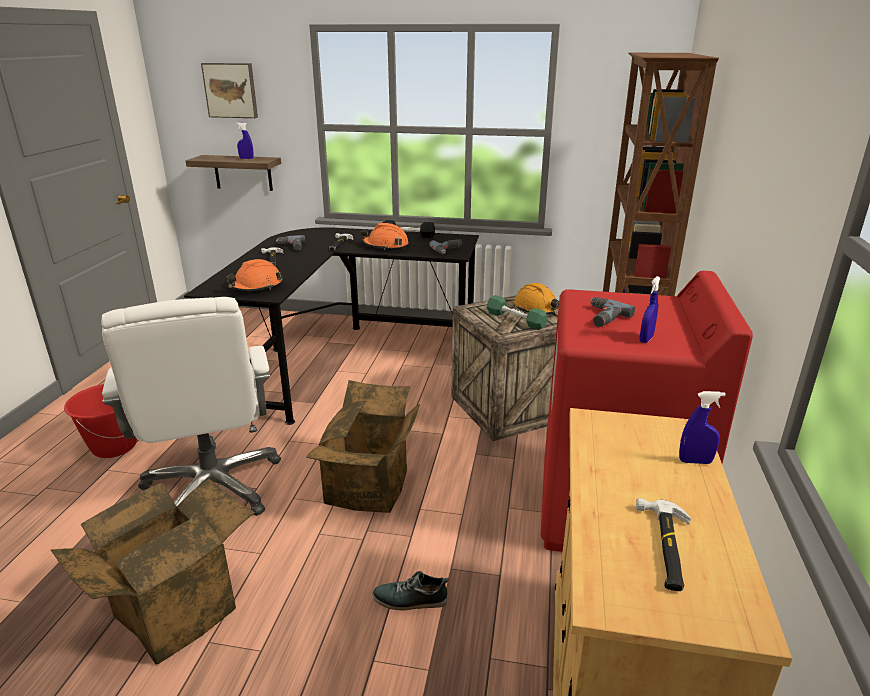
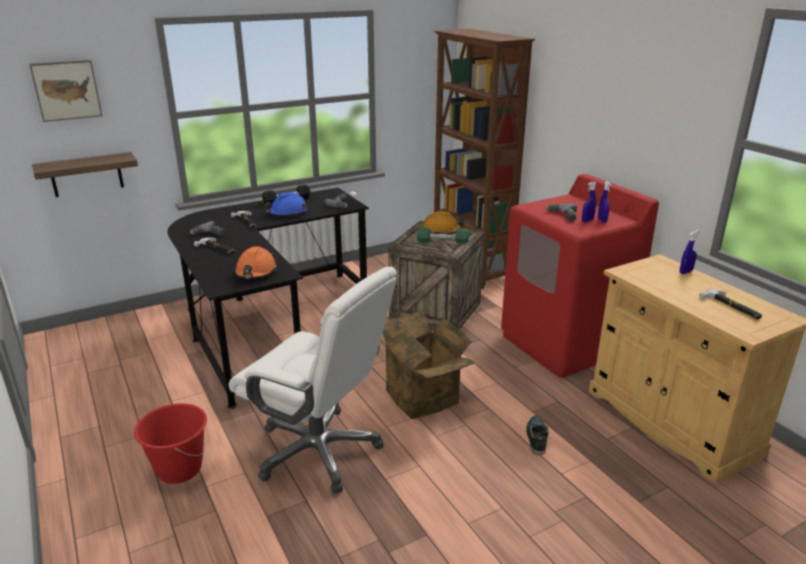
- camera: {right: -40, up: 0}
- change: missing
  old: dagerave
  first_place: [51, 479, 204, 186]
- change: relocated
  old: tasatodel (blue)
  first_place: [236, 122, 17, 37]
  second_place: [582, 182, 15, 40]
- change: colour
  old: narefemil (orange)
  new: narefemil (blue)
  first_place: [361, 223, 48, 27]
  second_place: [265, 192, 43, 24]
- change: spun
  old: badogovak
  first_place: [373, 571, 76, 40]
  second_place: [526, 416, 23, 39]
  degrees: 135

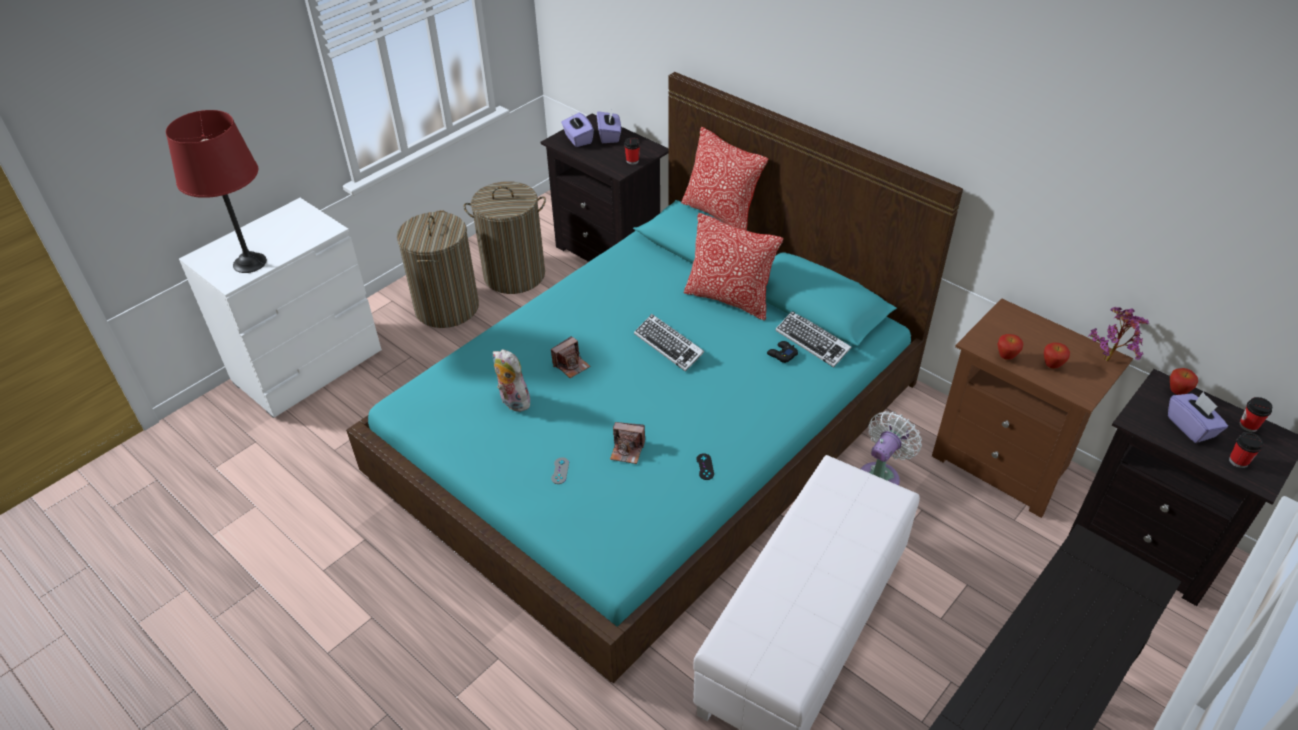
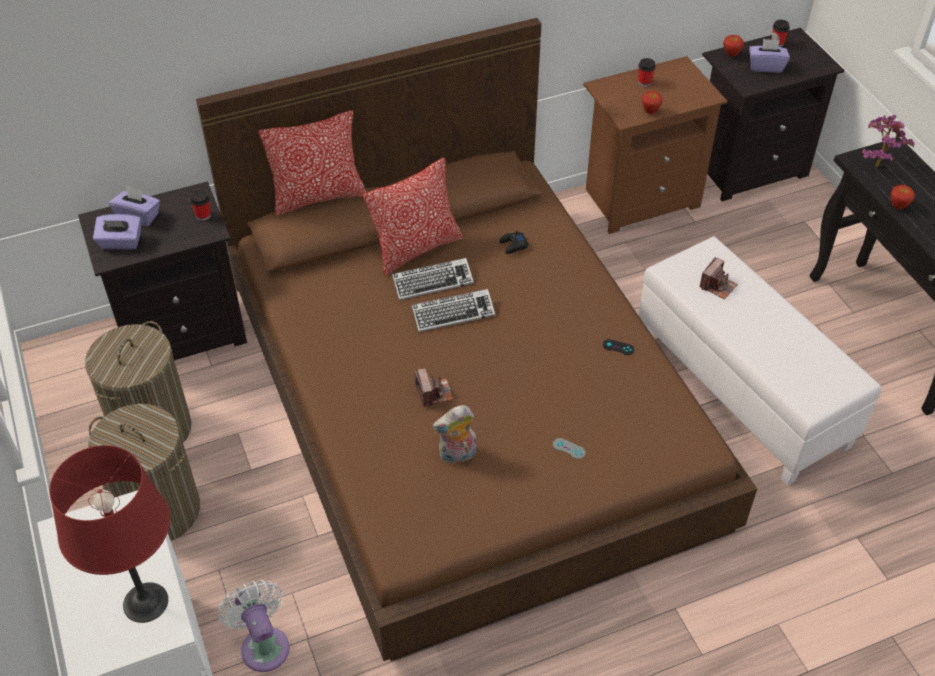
- camera: {right: -65, up: 5}
- change: relocated
  old: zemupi
  first_place: [610, 422, 35, 42]
  second_place: [699, 257, 39, 42]
- change: relocated
  old: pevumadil
  first_place: [775, 311, 77, 57]
  second_place: [392, 258, 82, 42]
- change: relocated
  old: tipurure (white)
  first_place: [860, 411, 62, 74]
  second_place: [218, 580, 71, 92]
- change: relocated
  old: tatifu
  first_place: [1044, 343, 26, 25]
  second_place: [891, 185, 24, 24]
- change: relocated
  old: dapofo
  first_place: [1088, 307, 61, 54]
  second_place: [862, 115, 52, 52]
- change: relocated
  old: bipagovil
  first_place: [1229, 432, 34, 36]
  second_place: [638, 58, 18, 29]
- change: colour
  old: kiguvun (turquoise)
  new: kiguvun (brown)
  first_place: [346, 72, 617, 611]
  second_place: [196, 18, 561, 643]

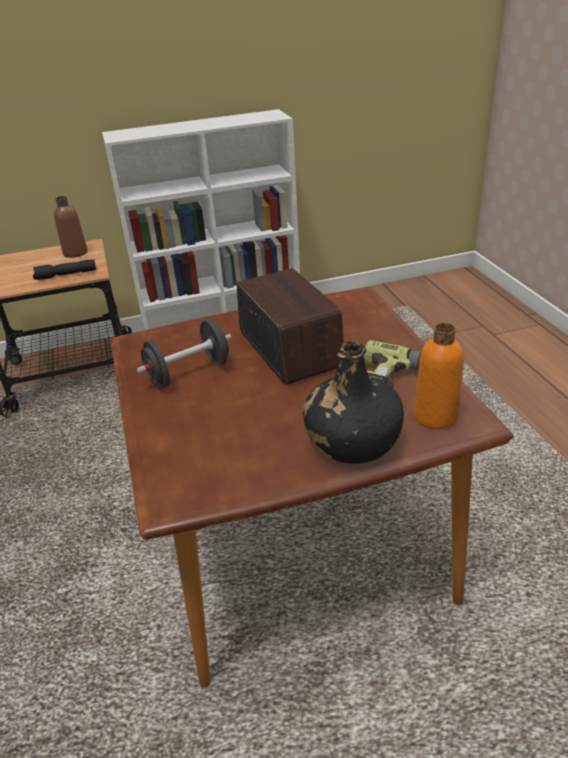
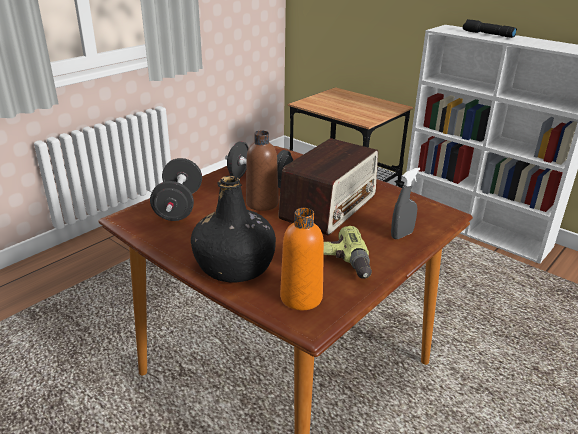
- camera: {right: 55, up: -5}
- change: appeared
  new: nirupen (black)
  second_place: [150, 158, 52, 63]
- change: appeared
  new: tasatodel (grey)
  second_place: [391, 168, 29, 71]
- change: relocated
  old: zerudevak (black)
  first_place: [33, 259, 63, 21]
  second_place: [463, 19, 54, 19]
- change: relocated
  old: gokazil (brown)
  first_place: [54, 196, 34, 62]
  second_place: [246, 131, 32, 80]

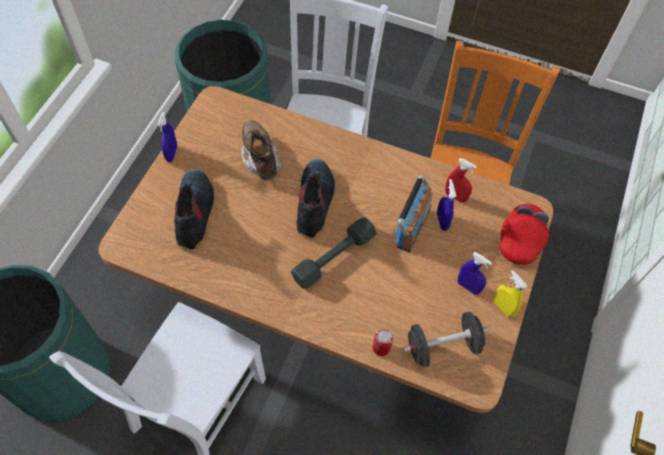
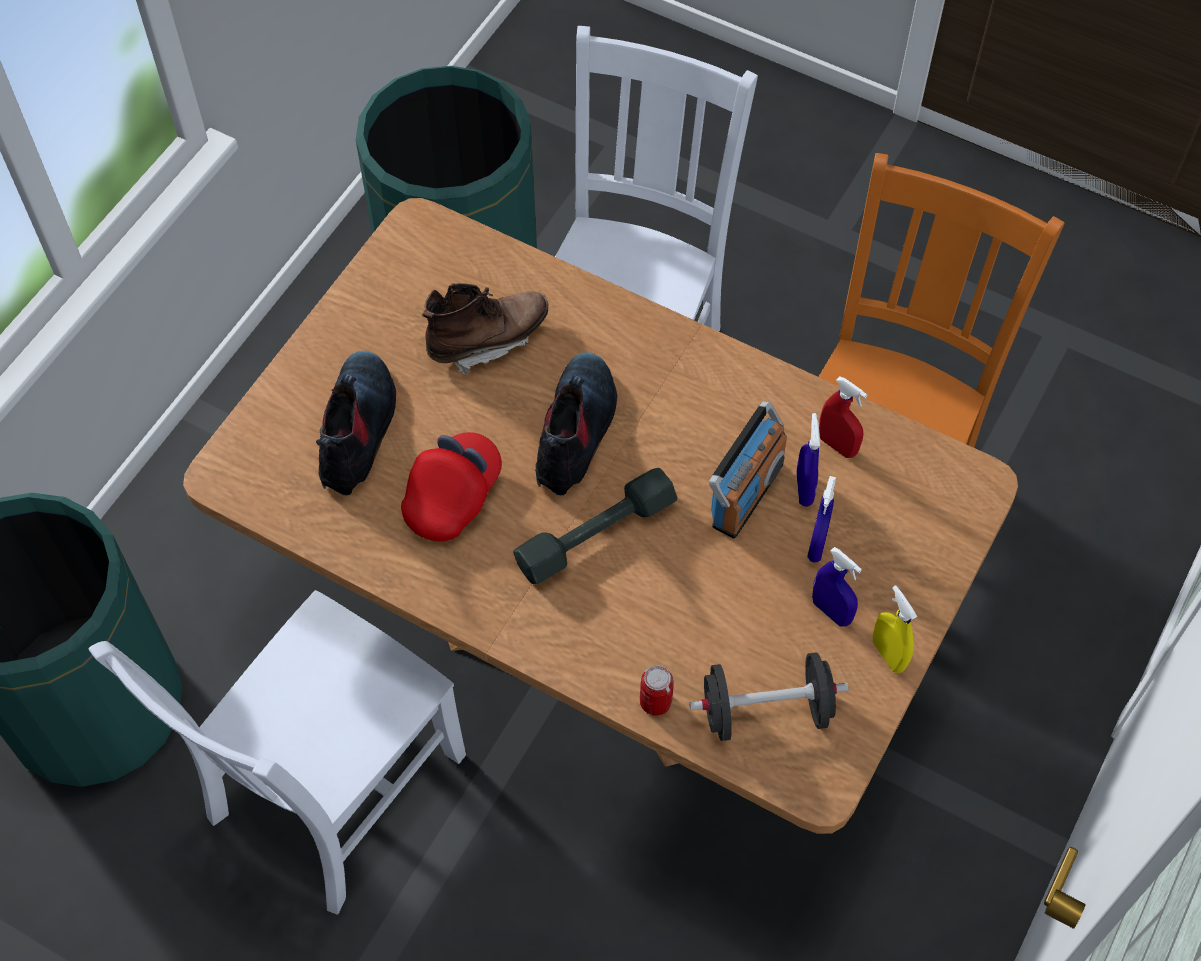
- camera: {right: 10, up: 0}
- change: relocated
  old: tasatodel (blue)
  first_place: [157, 112, 20, 50]
  second_place: [807, 476, 29, 87]
- change: relocated
  old: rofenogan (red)
  first_place: [499, 204, 50, 61]
  second_place: [401, 432, 101, 109]
- change: spun
  old: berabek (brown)
  first_place: [241, 120, 41, 60]
  second_place: [422, 283, 126, 92]
  degrees: 75

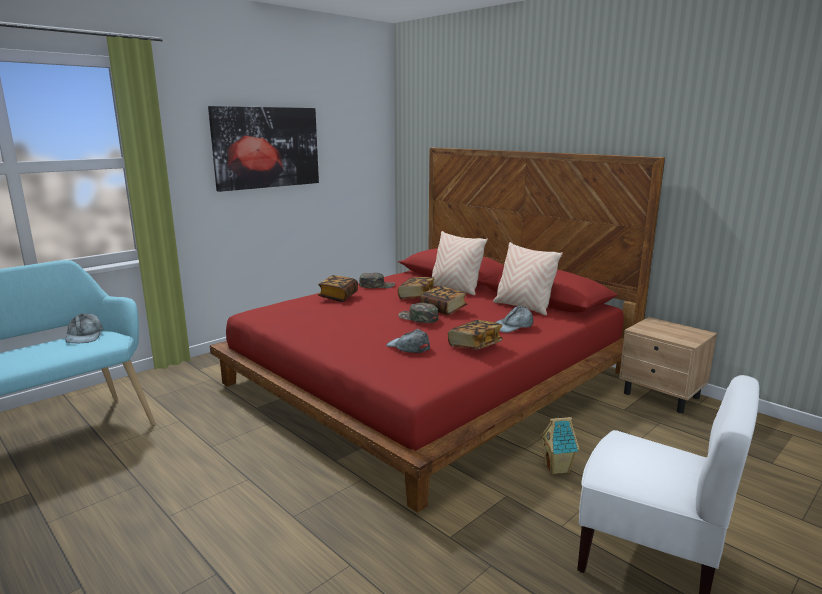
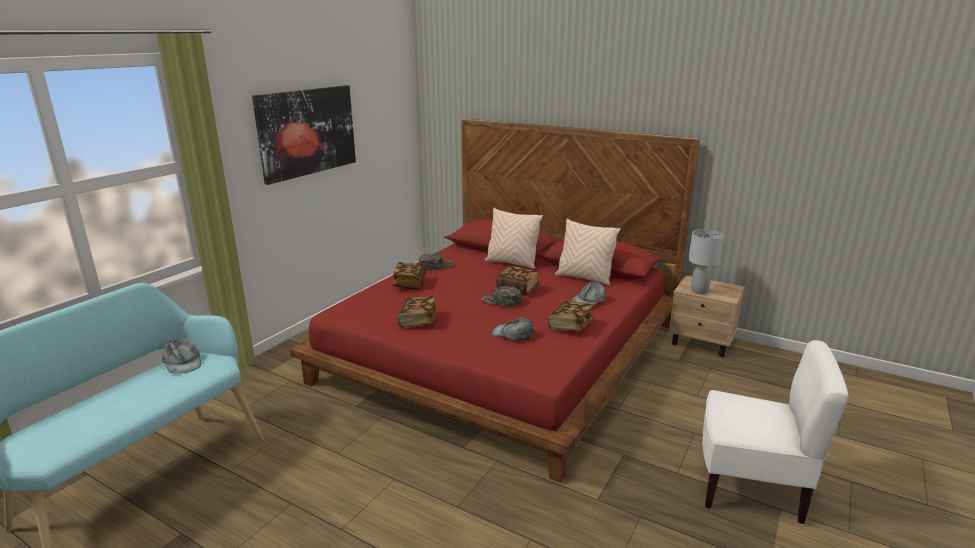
- camera: {right: -15, up: 5}
- change: missing
  old: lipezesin
  first_place: [540, 416, 40, 58]
- change: appeared
  new: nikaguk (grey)
  second_place: [688, 229, 36, 66]
- change: relocated
  old: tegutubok
  first_place: [398, 277, 37, 22]
  second_place: [398, 296, 39, 32]

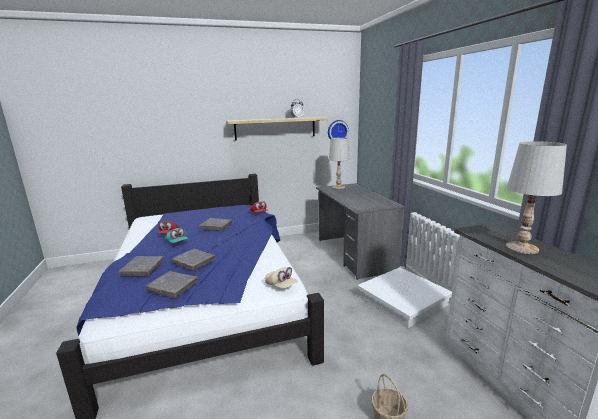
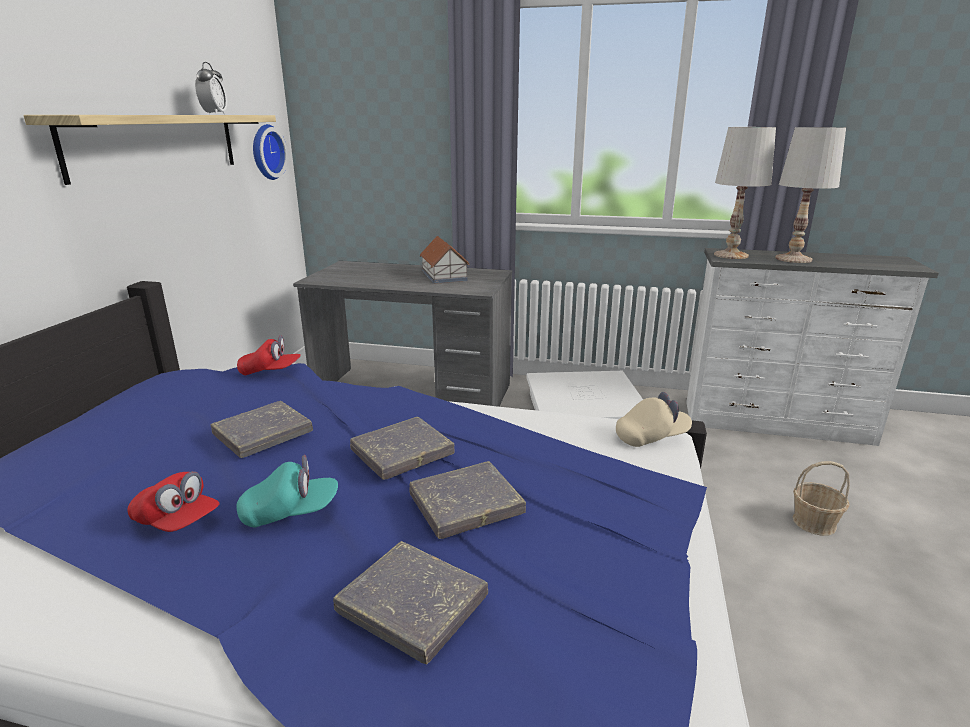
- camera: {right: -60, up: 5}
- change: appeared
  new: lipezesin
  second_place: [420, 236, 50, 48]
- change: relocated
  old: tegutubok (grey)
  first_place: [146, 271, 52, 27]
  second_place: [350, 417, 104, 63]
- change: relocated
  old: nikaguk (white)
  first_place: [329, 138, 21, 51]
  second_place: [714, 127, 62, 132]

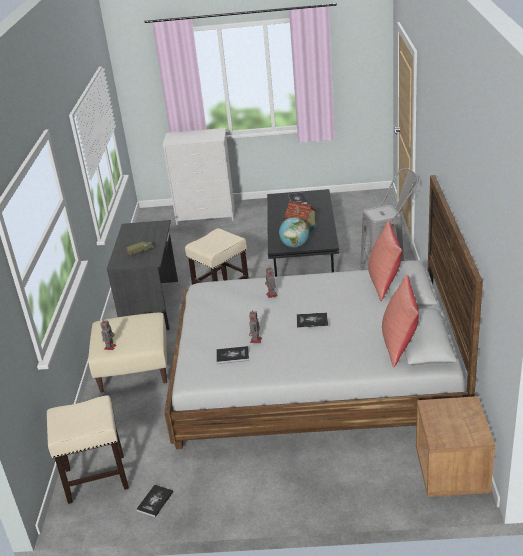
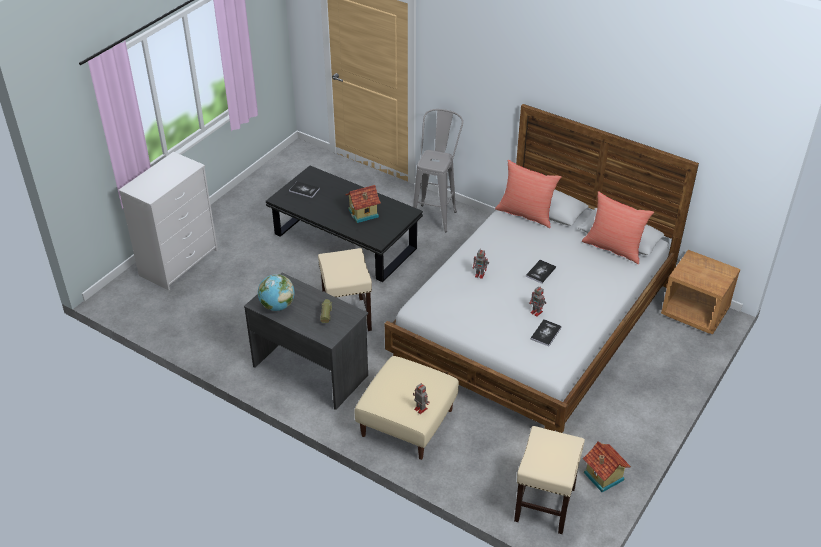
- camera: {right: -60, up: 10}
- change: relocated
  old: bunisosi
  first_place: [279, 217, 30, 31]
  second_place: [258, 274, 36, 37]
- change: exchanged
  old: tegutubok
  new: lipezesin
  first_place: [136, 484, 38, 33]
  second_place: [583, 441, 48, 51]

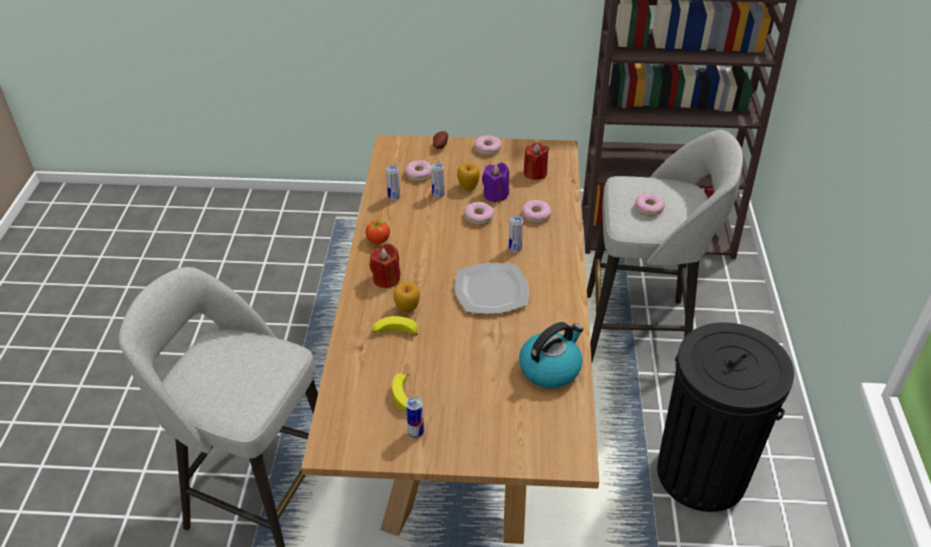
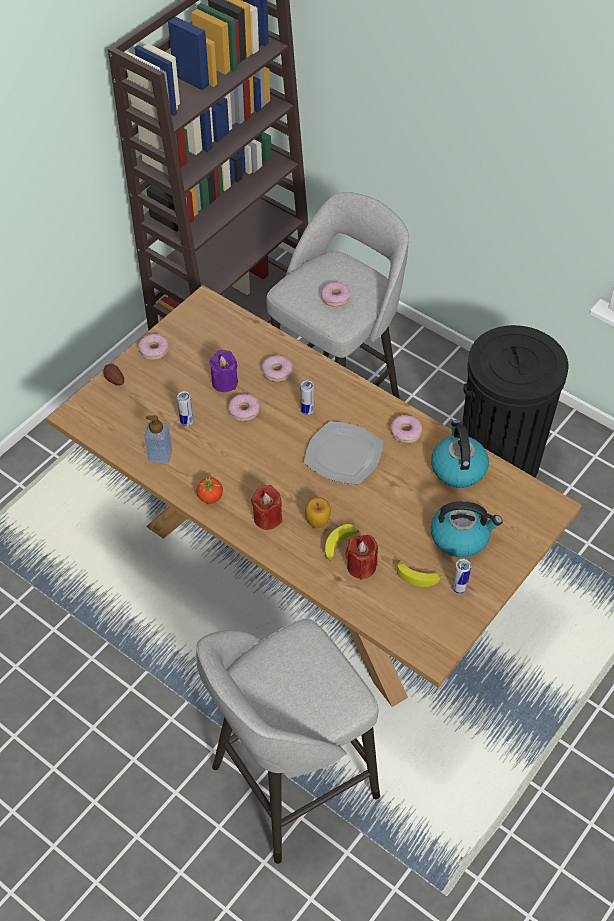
- camera: {right: -55, up: 10}
- change: missing
  old: tatifu
  first_place: [457, 163, 23, 28]
- change: appeared
  new: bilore
  second_place: [431, 501, 71, 57]
- change: relocated
  old: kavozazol
  first_place: [405, 160, 27, 22]
  second_place: [391, 415, 31, 28]
- change: relocated
  old: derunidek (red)
  first_place: [524, 142, 25, 38]
  second_place: [345, 535, 33, 45]
- change: exchanged
  old: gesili
  new: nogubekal
  first_place: [386, 165, 14, 36]
  second_place: [144, 415, 28, 49]

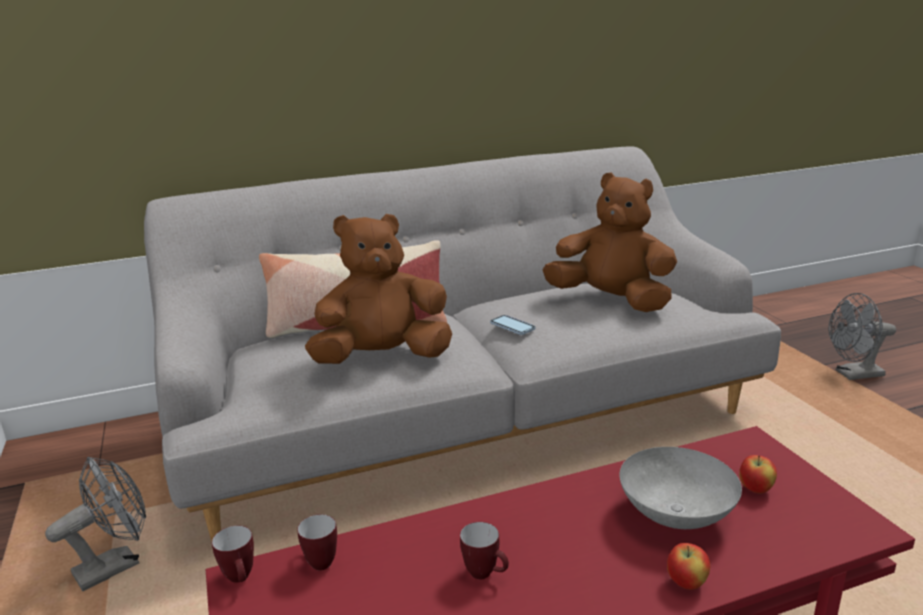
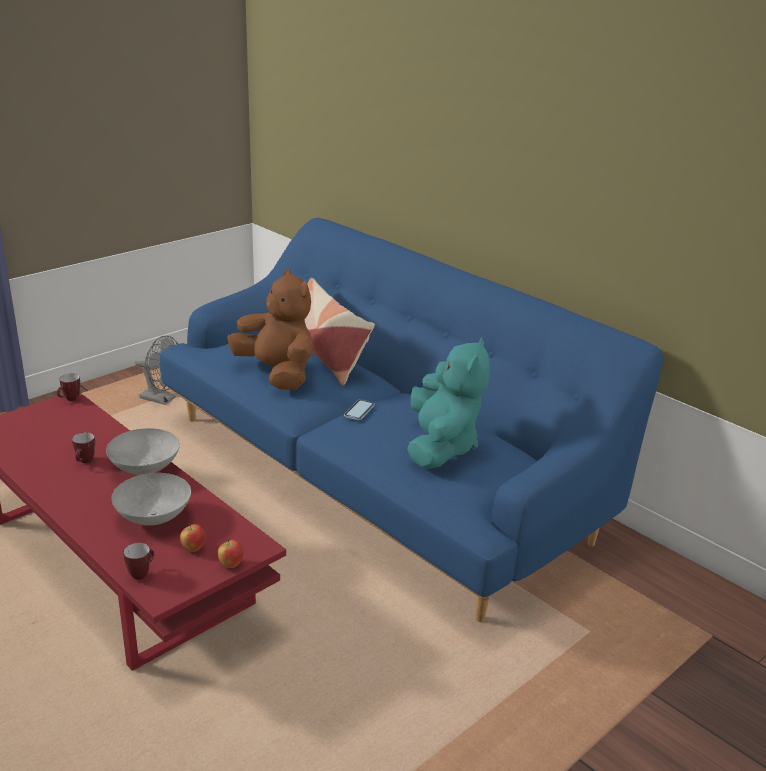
- camera: {right: 65, up: 5}
- change: missing
  old: tipurure (grey)
  first_place: [829, 293, 67, 87]
- change: appeared
  new: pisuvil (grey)
  second_place: [106, 428, 74, 47]
- change: relocated
  old: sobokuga
  first_place: [297, 514, 40, 56]
  second_place: [123, 543, 31, 37]
- change: relocated
  old: tatifu
  first_place: [667, 543, 43, 47]
  second_place: [217, 539, 26, 29]
- change: colour
  old: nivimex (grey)
  new: nivimex (blue)
  first_place: [144, 147, 637, 395]
  second_place: [160, 218, 503, 404]
- change: colour
  old: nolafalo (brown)
  new: nolafalo (turquoise)
  first_place: [543, 172, 134, 140]
  second_place: [407, 338, 83, 131]

